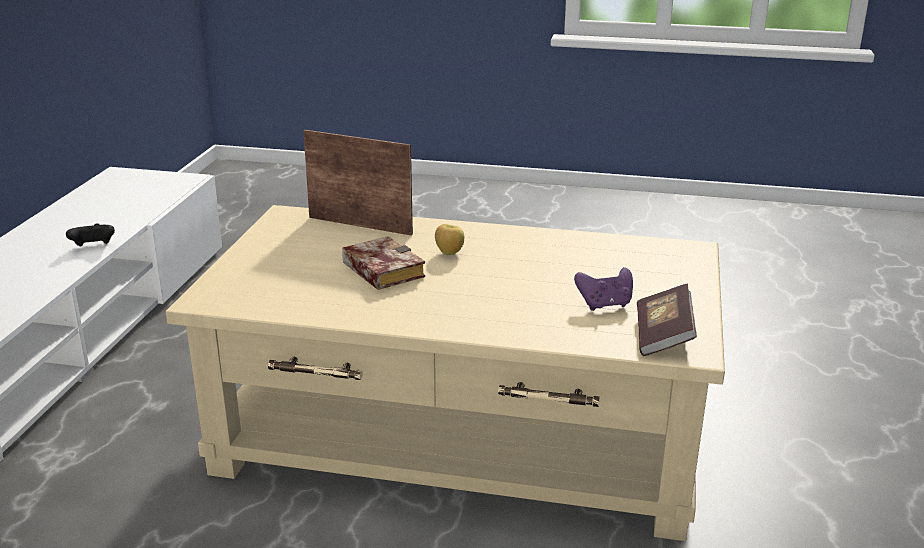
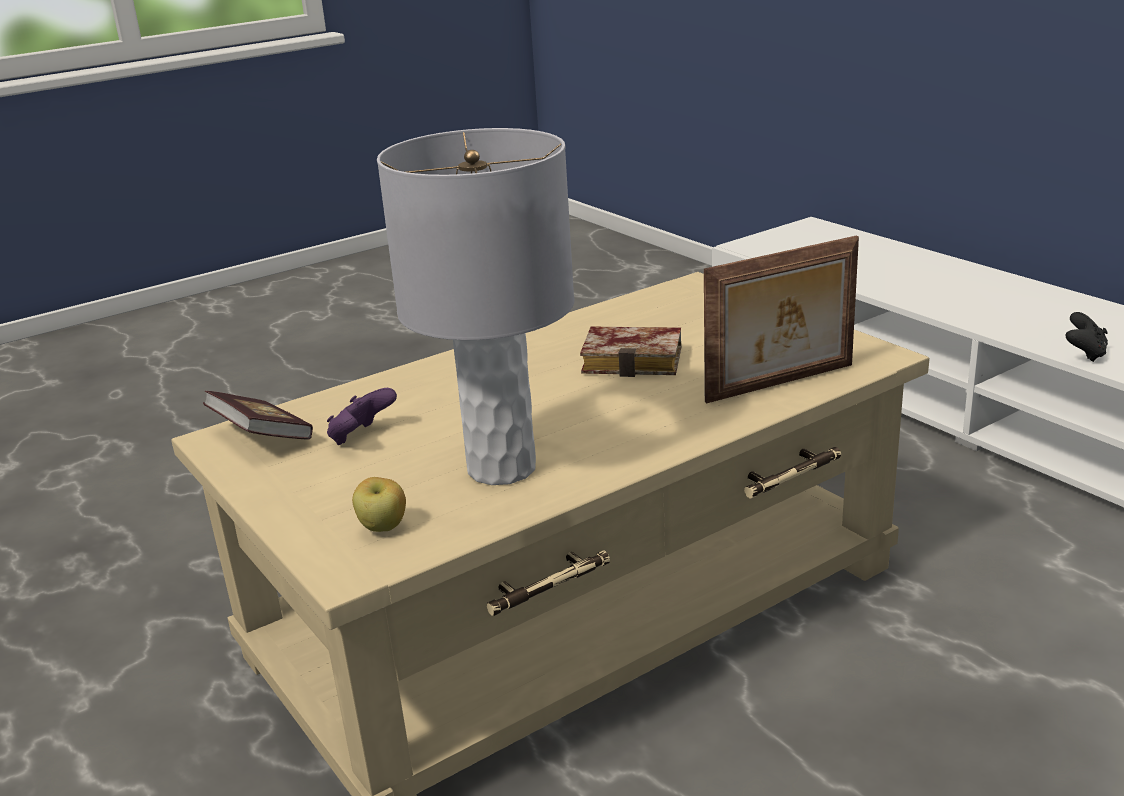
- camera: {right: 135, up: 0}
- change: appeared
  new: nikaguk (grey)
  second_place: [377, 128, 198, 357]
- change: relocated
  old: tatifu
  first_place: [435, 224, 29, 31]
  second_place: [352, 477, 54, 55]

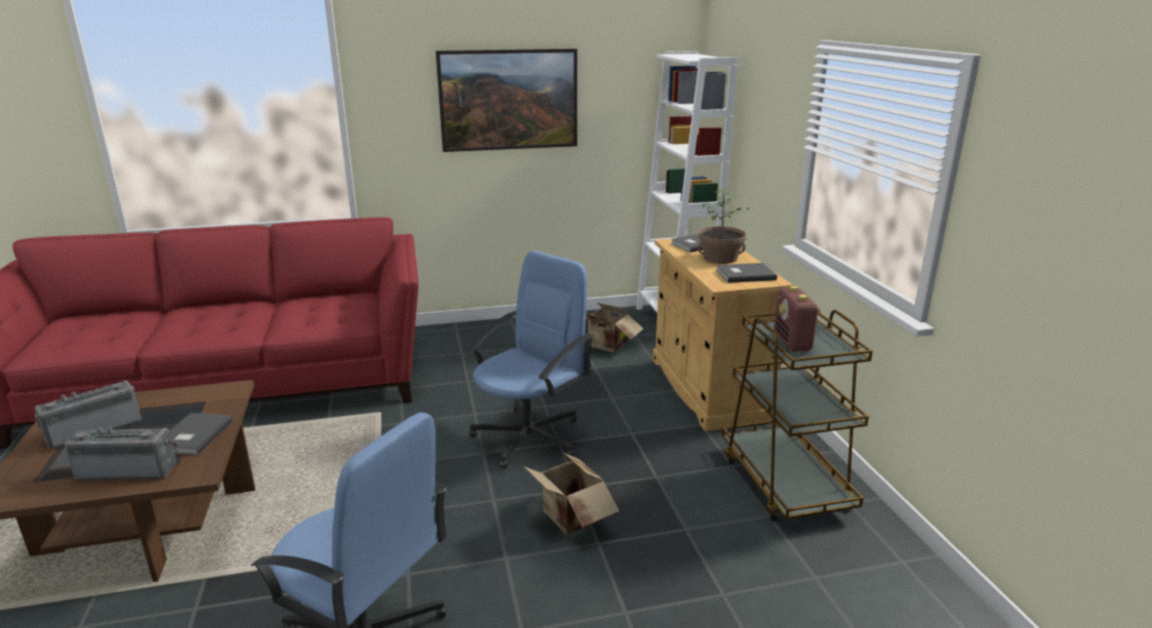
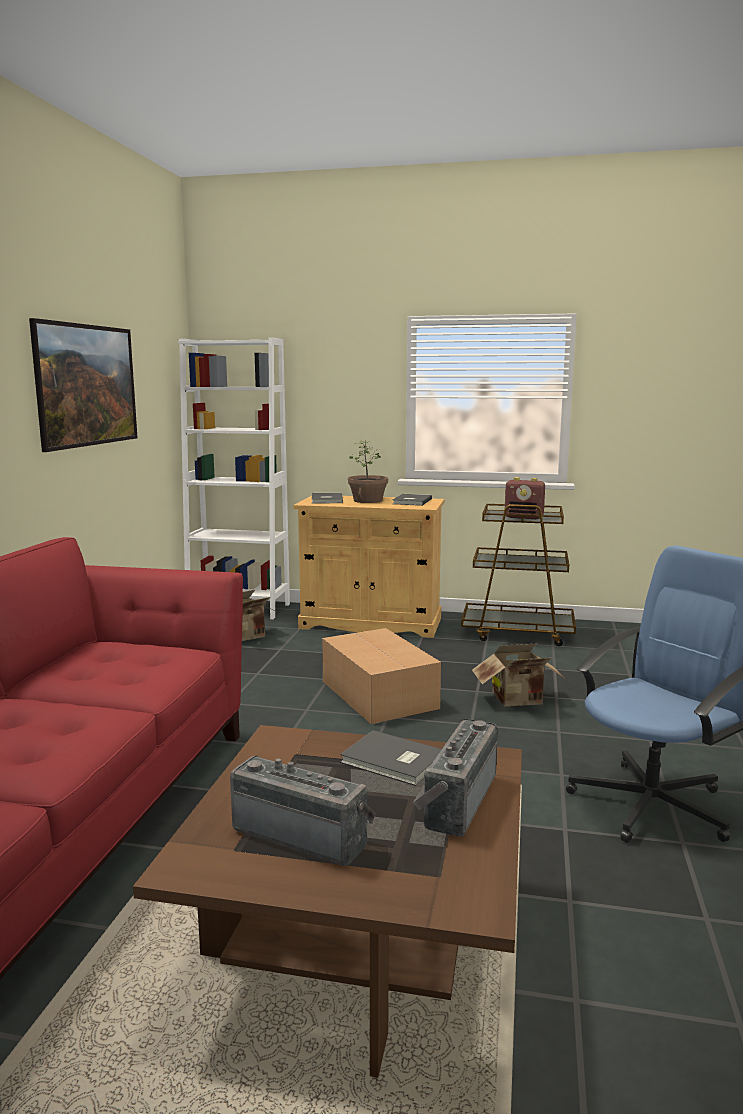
- camera: {right: -65, up: -10}
- change: exchanged
  old: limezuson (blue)
  new: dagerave
  first_place: [467, 251, 127, 218]
  second_place: [322, 628, 119, 96]
- change: spun
  old: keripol
  first_place: [35, 380, 106, 69]
  second_place: [230, 755, 146, 111]
  degrees: 135

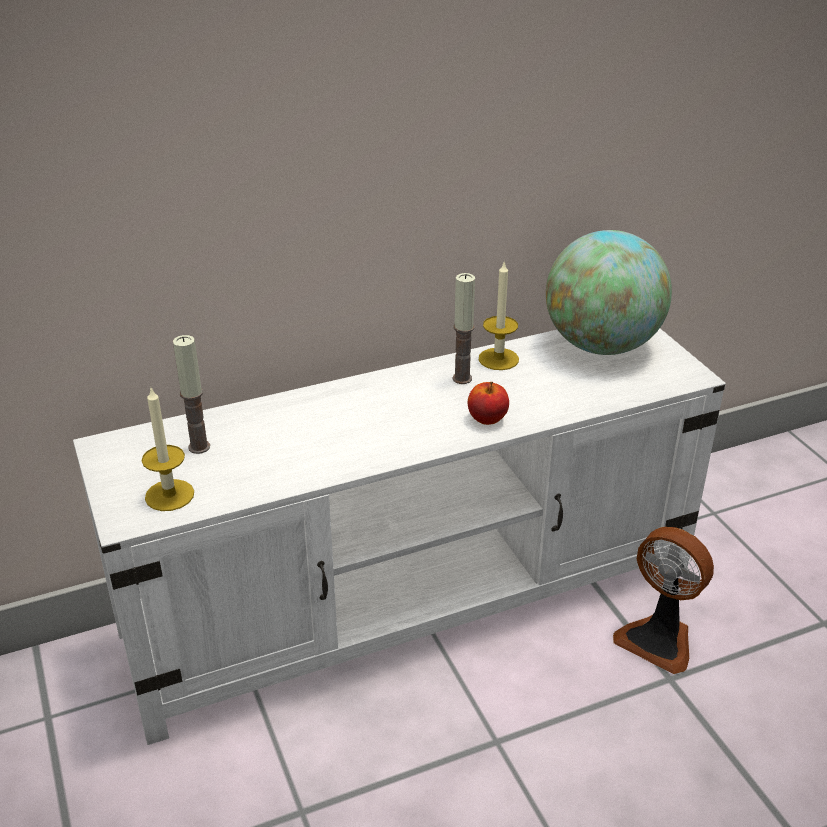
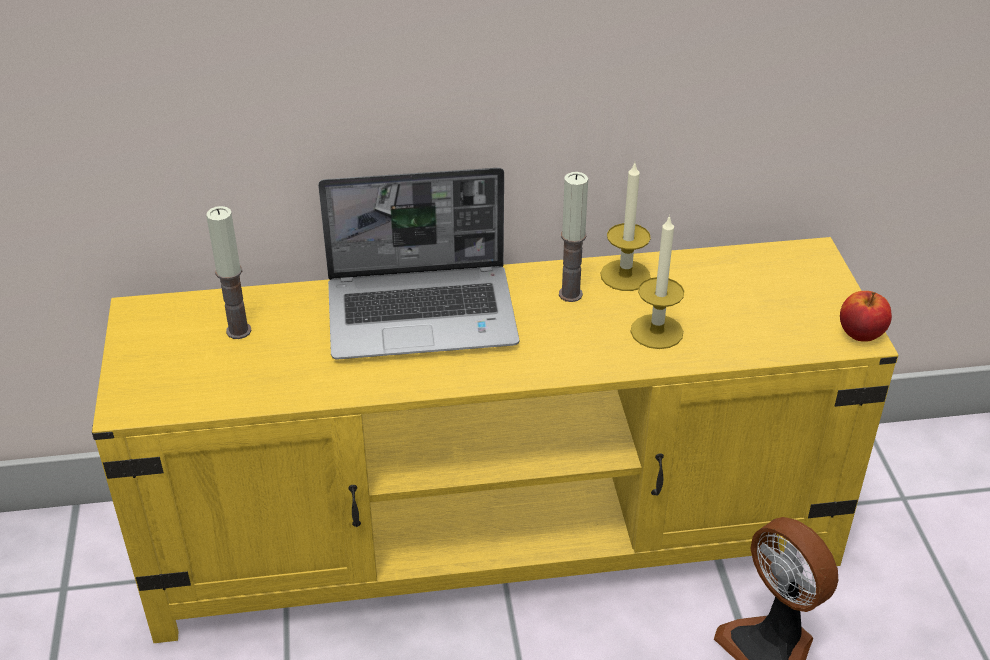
- camera: {right: 15, up: 5}
- change: missing
  old: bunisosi
  first_place: [546, 230, 126, 125]
- change: appeared
  new: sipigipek
  second_place: [318, 168, 201, 191]
- change: relocated
  old: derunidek
  first_place: [142, 386, 52, 125]
  second_place: [631, 215, 53, 134]
- change: relocated
  old: tatifu
  first_place: [468, 382, 41, 43]
  second_place: [840, 291, 52, 51]
- change: colour
  old: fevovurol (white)
  new: fevovurol (yellow)
  first_place: [73, 329, 653, 416]
  second_place: [92, 237, 806, 406]

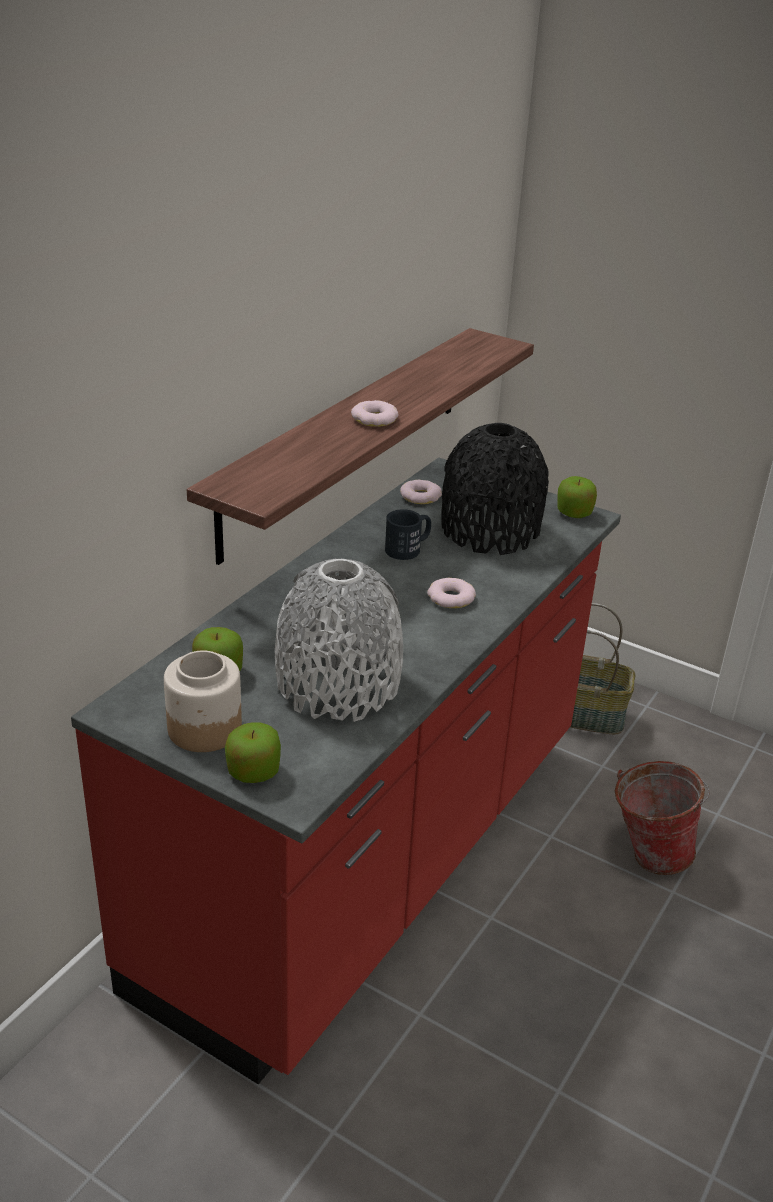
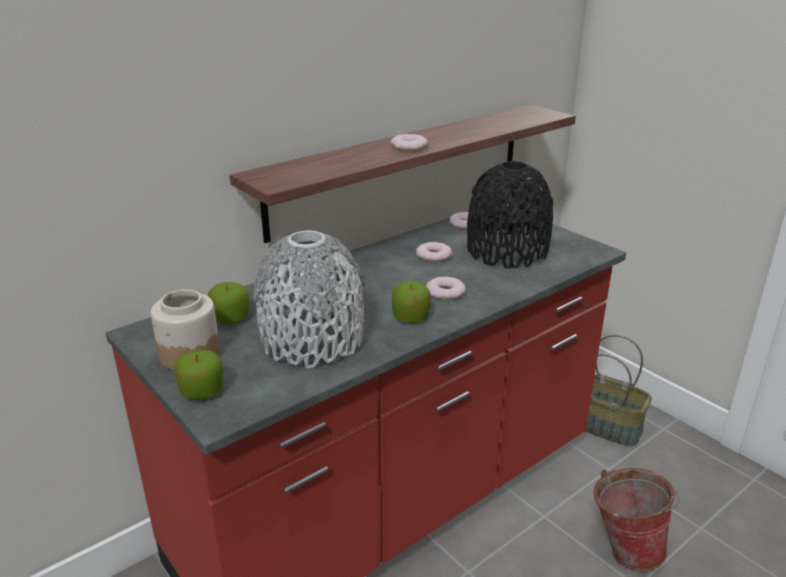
- camera: {right: 20, up: -5}
- change: relocated
  old: tatifu
  first_place: [557, 476, 40, 42]
  second_place: [392, 281, 39, 42]
- change: exchanged
  old: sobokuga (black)
  new: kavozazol
  first_place: [385, 509, 46, 51]
  second_place: [416, 242, 36, 20]

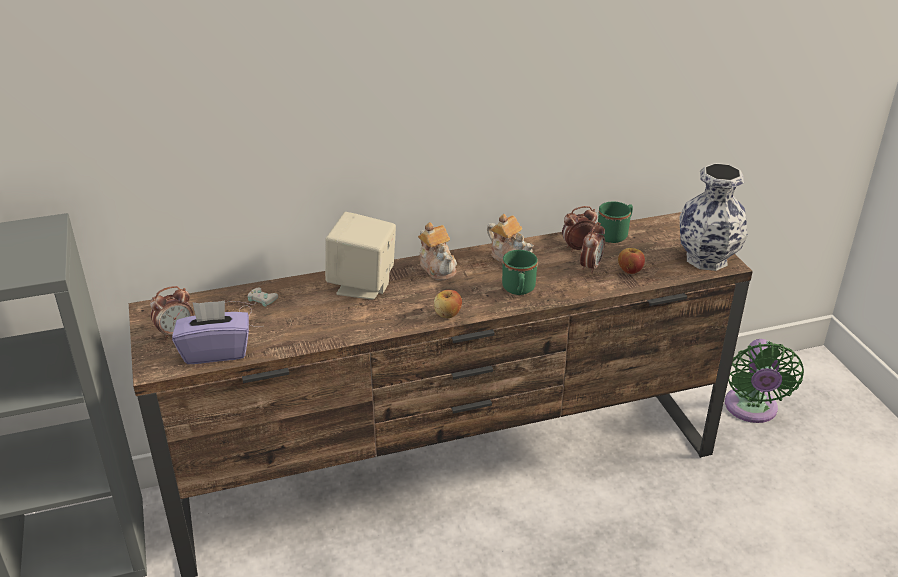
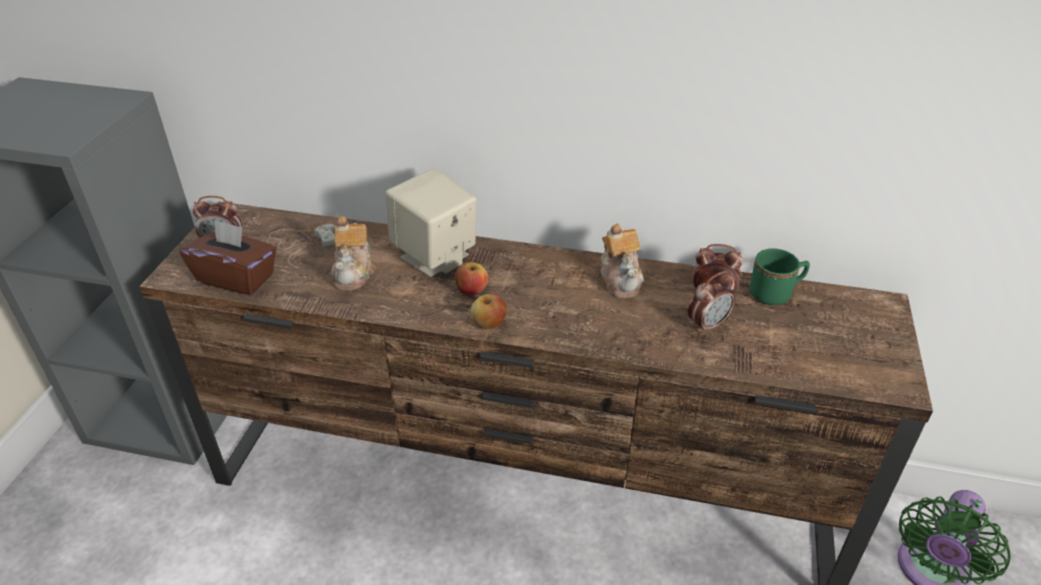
- camera: {right: 30, up: 5}
- change: missing
  old: sobokuga (green)
  first_place: [502, 250, 36, 45]
- change: missing
  old: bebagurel
  first_place: [680, 163, 67, 108]
- change: relocated
  old: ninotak
  first_place: [418, 222, 39, 59]
  second_place: [331, 216, 45, 75]
- change: relocated
  old: tatifu
  first_place: [618, 248, 27, 26]
  second_place: [455, 262, 33, 34]
- change: colour
  old: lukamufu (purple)
  new: lukamufu (brown)
  first_place: [172, 300, 77, 64]
  second_place: [180, 219, 97, 76]

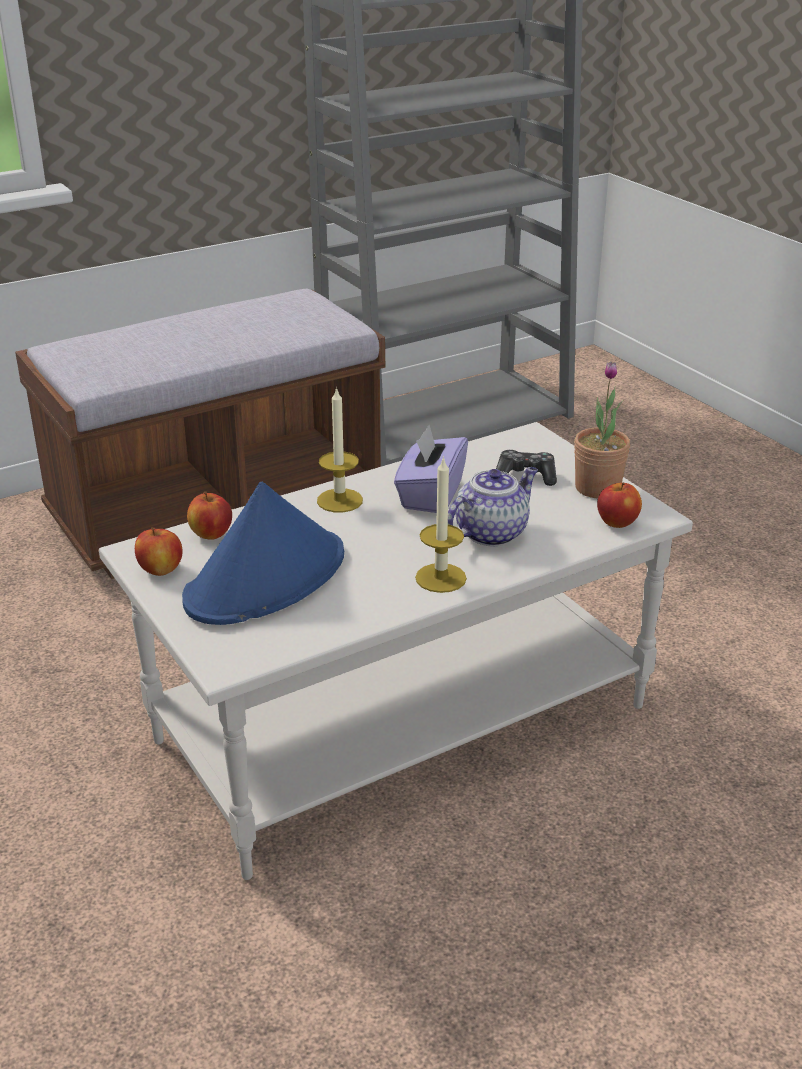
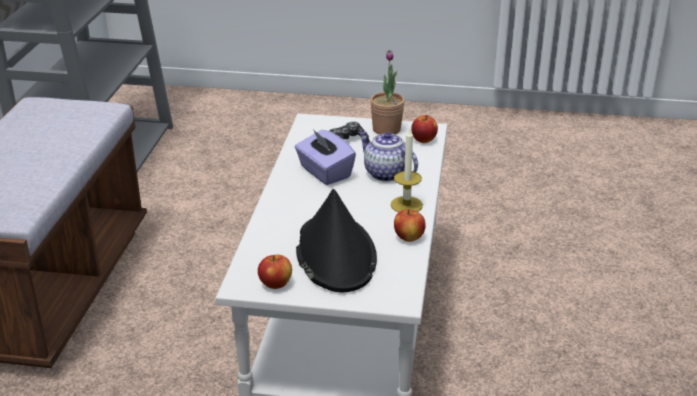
- camera: {right: -50, up: 0}
- change: missing
  old: derunidek
  first_place: [317, 387, 46, 125]
- change: relocated
  old: tatifu
  first_place: [187, 491, 45, 49]
  second_place: [394, 209, 32, 33]
- change: colour
  old: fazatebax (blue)
  new: fazatebax (black)
  first_place: [182, 482, 162, 143]
  second_place: [296, 189, 81, 104]
- change: spun
  old: ninotak
  first_place: [448, 467, 90, 79]
  second_place: [358, 131, 60, 51]
  degrees: -45

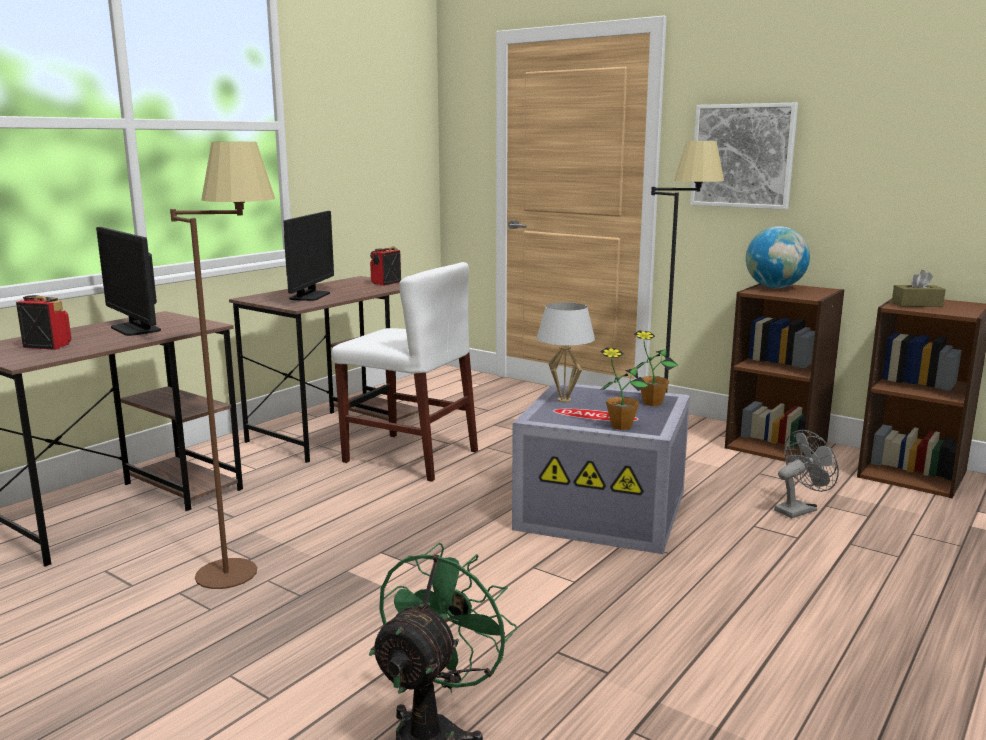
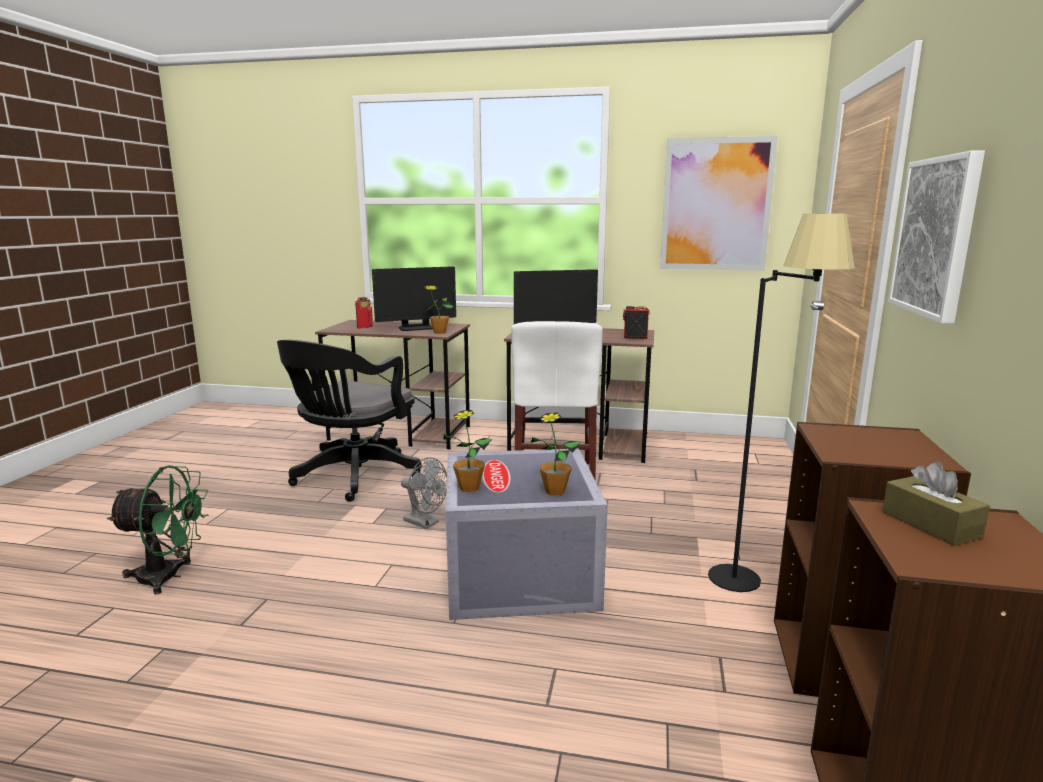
- camera: {right: 65, up: 0}
- change: missing
  old: nikaguk (white)
  first_place: [537, 302, 58, 101]
- change: missing
  old: bunisosi
  first_place: [746, 226, 64, 62]
- change: appeared
  new: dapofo
  second_place: [424, 285, 30, 49]
- change: appeared
  new: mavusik
  second_place: [660, 136, 118, 135]
- change: relocated
  old: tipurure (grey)
  first_place: [774, 430, 65, 88]
  second_place: [401, 457, 46, 72]
- change: exchanged
  old: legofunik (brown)
  new: limezuson (black)
  first_place: [170, 142, 105, 447]
  second_place: [277, 340, 145, 162]
- change: spun
  old: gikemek
  first_place: [96, 227, 65, 109]
  second_place: [372, 266, 84, 65]
  degrees: -135

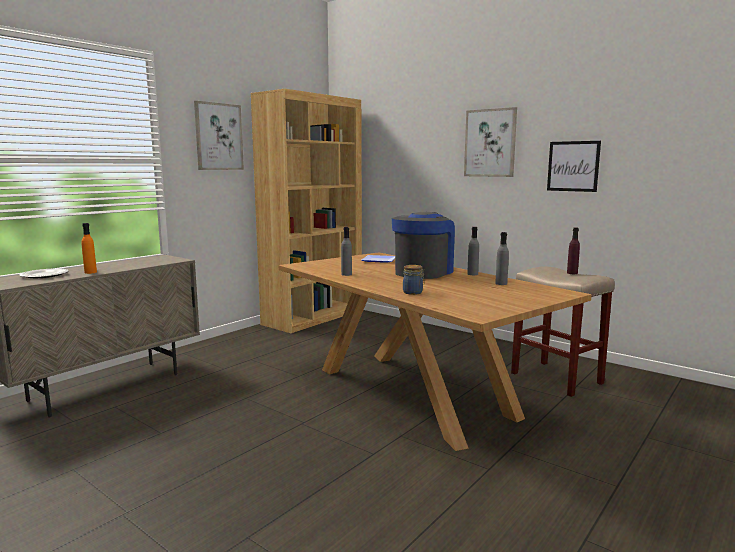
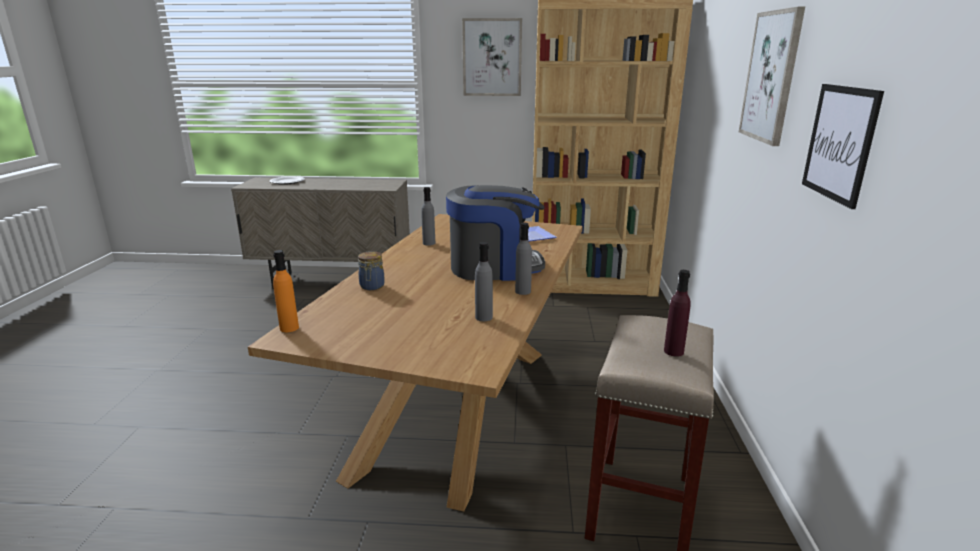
- camera: {right: 55, up: 10}
- change: relocated
  old: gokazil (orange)
  first_place: [82, 223, 15, 51]
  second_place: [273, 250, 26, 82]

